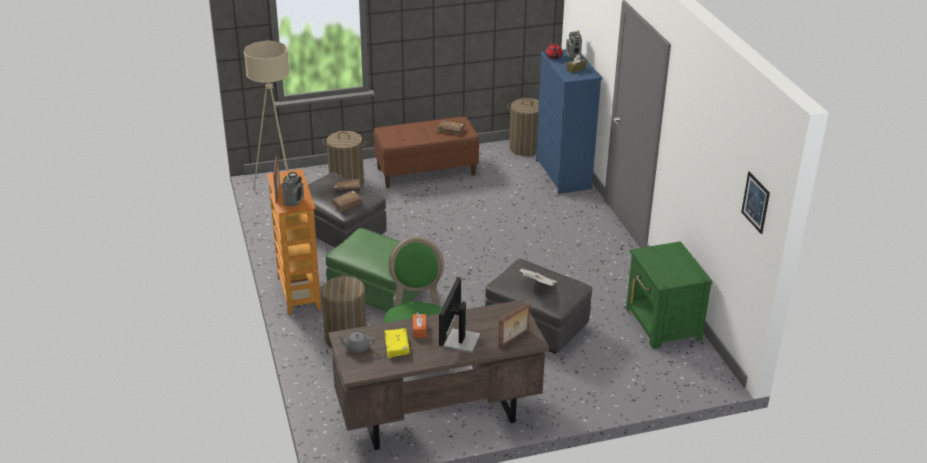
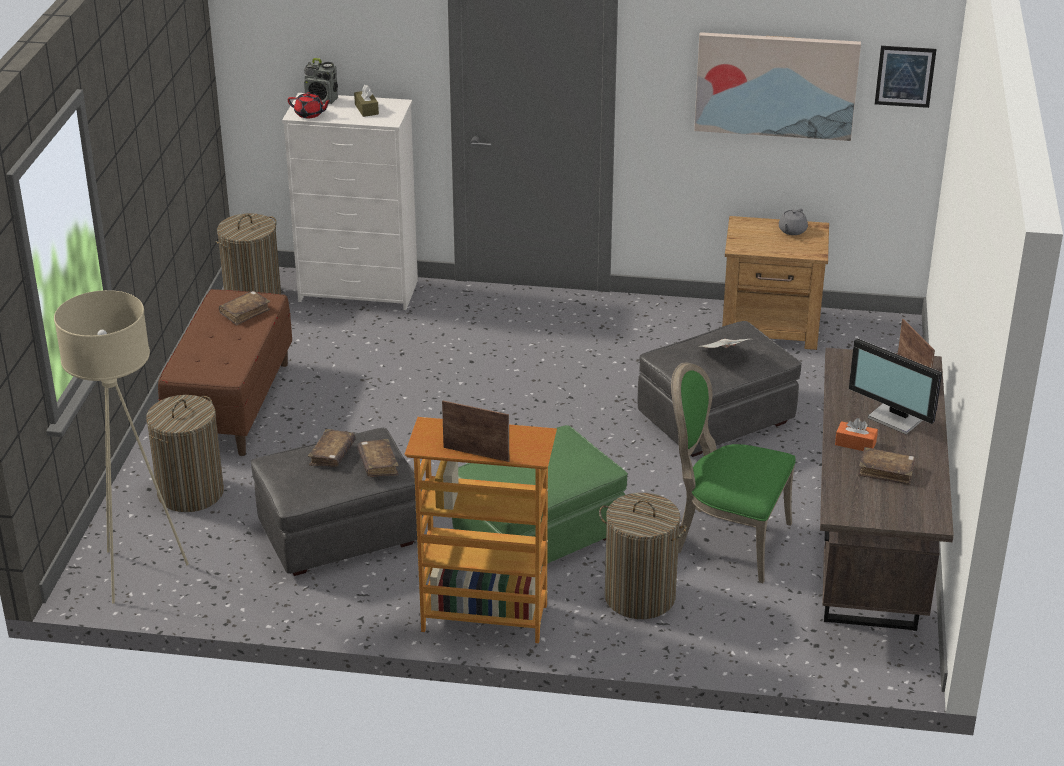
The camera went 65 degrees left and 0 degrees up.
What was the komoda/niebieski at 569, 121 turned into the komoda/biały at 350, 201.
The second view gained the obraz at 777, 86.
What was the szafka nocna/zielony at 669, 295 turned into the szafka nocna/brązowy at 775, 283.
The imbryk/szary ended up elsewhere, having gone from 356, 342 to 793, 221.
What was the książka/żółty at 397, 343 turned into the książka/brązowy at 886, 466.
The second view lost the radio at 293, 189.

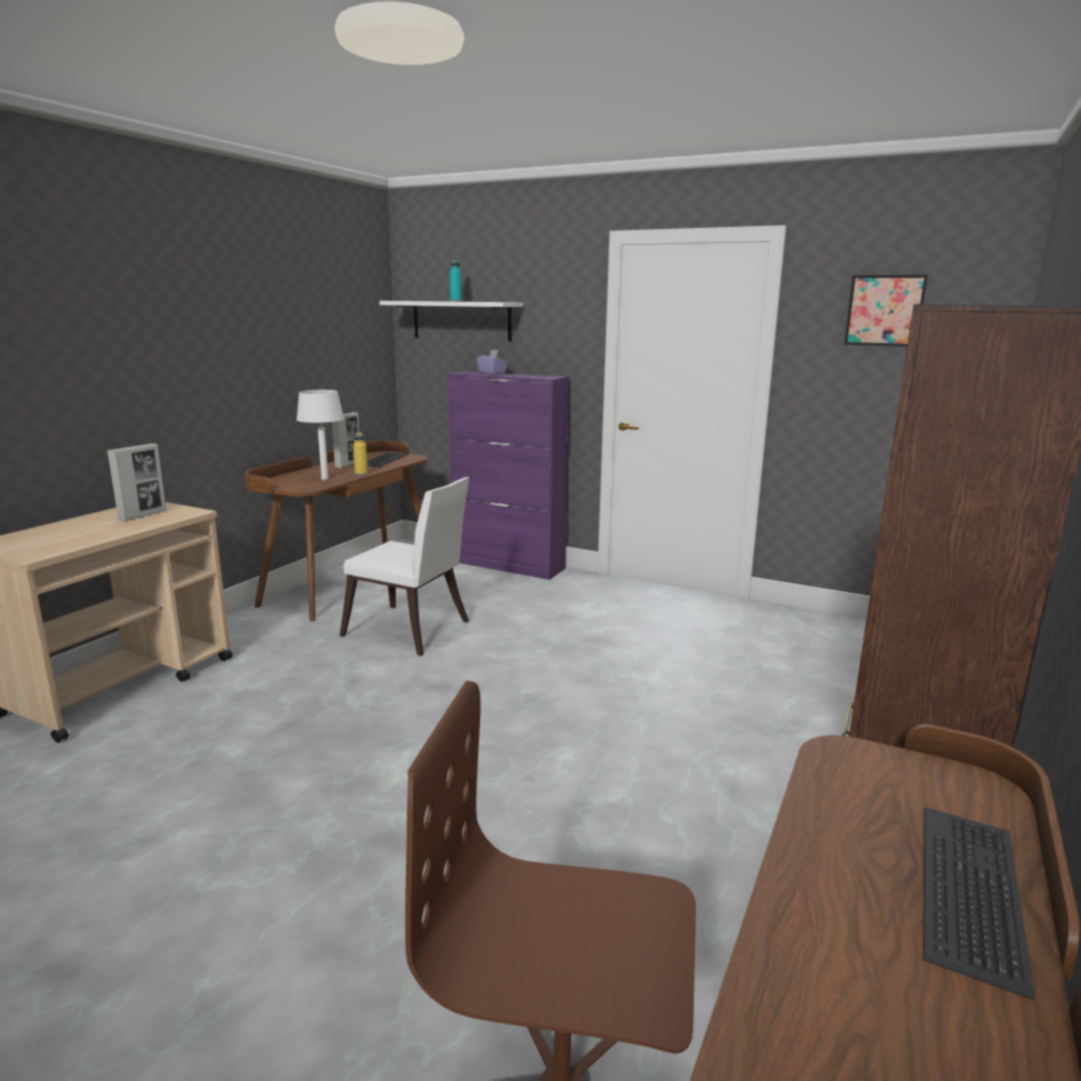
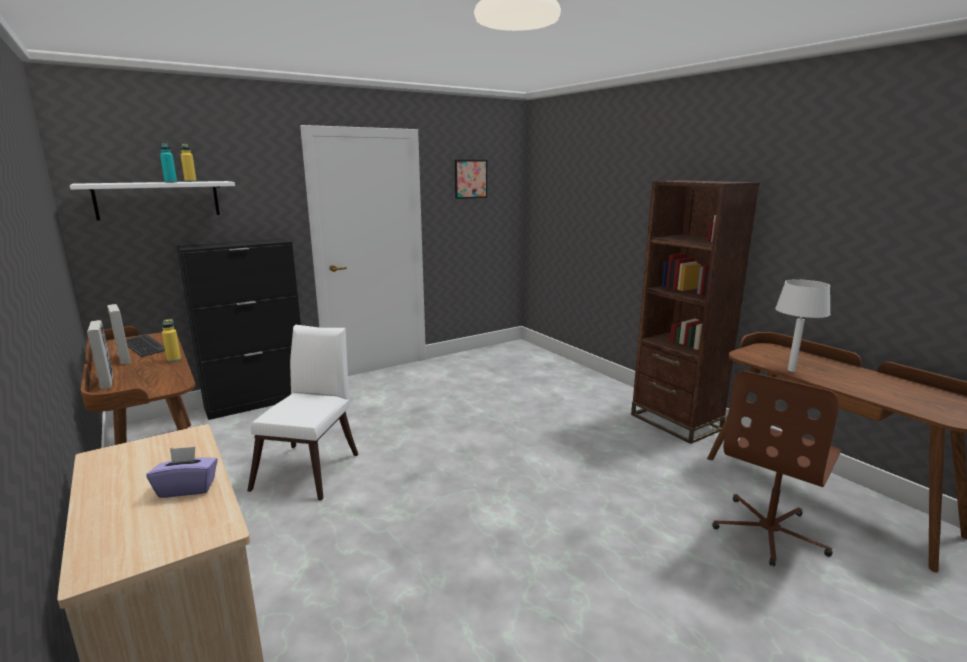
The camera went 60 degrees left and 0 degrees up.
The ramka na zdjęcie ended up elsewhere, having gone from 136, 482 to 100, 354.
The pudełko chusteczek/fioletowy ended up elsewhere, having gone from 492, 362 to 182, 472.
What was the szafka/fioletowy at 508, 475 turned into the szafka/czarny at 239, 329.
The second view gained the butelka/żółty at 189, 163.
The krzesło/biały at 404, 566 ended up facing another way, 45 degrees counterclockwise from before.
The lampa stołowa/biały ended up elsewhere, having gone from 320, 435 to 803, 325.
The second view lost the klawiatura at 979, 903.

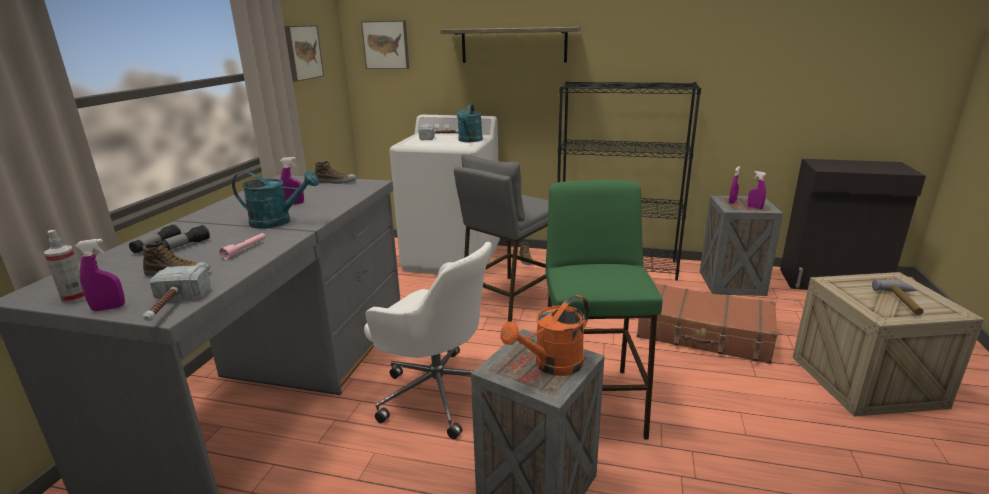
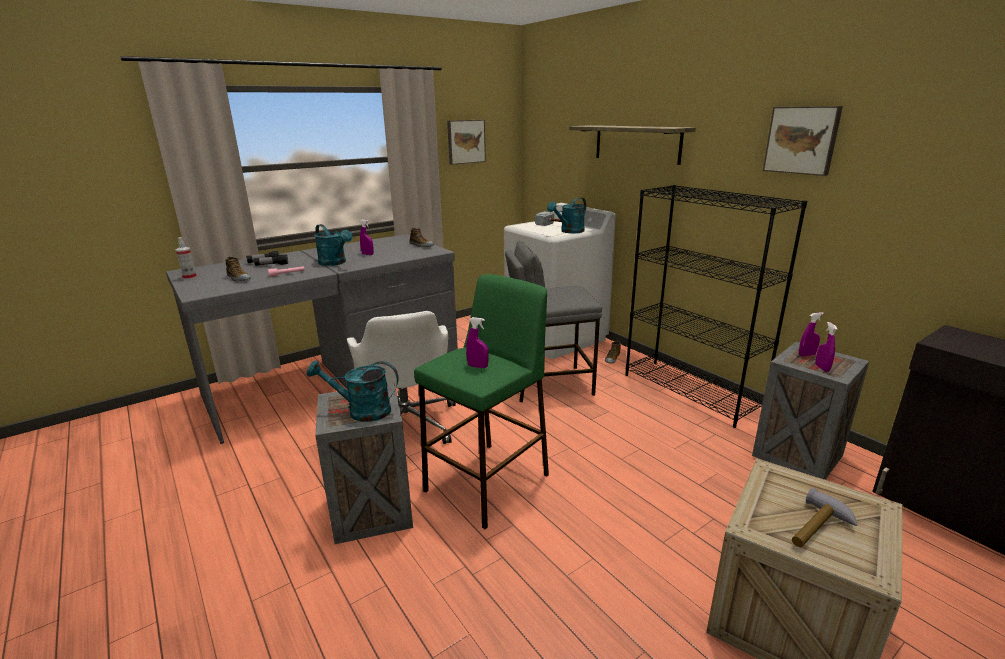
The camera went 40 degrees right and 0 degrees up.
What was the konewka/pomarańczowy at 544, 335 turned into the konewka/turkusowy at 352, 391.
The spryskiwacz/fioletowy ended up elsewhere, having gone from 100, 275 to 477, 342.
The obraz ended up elsewhere, having gone from 385, 44 to 803, 141.
The second view lost the młotek at 176, 293.
The second view lost the walizka/brązowy at 707, 323.

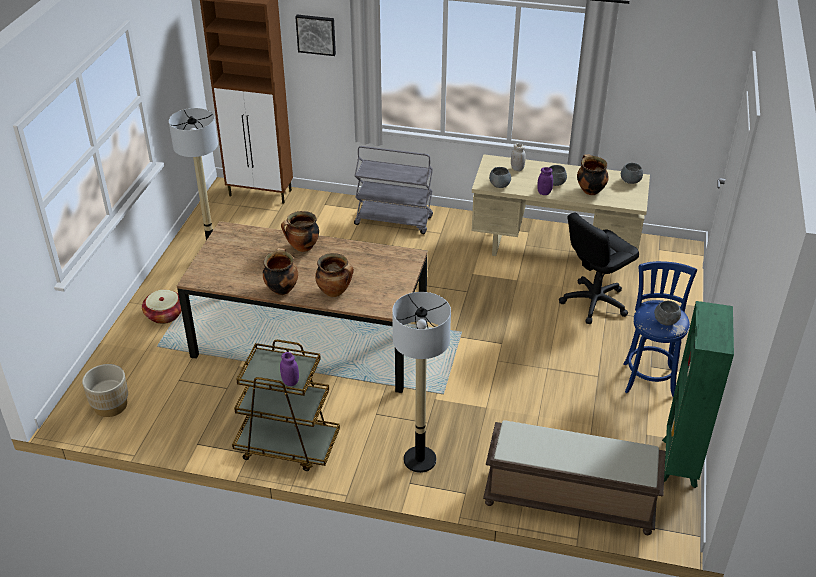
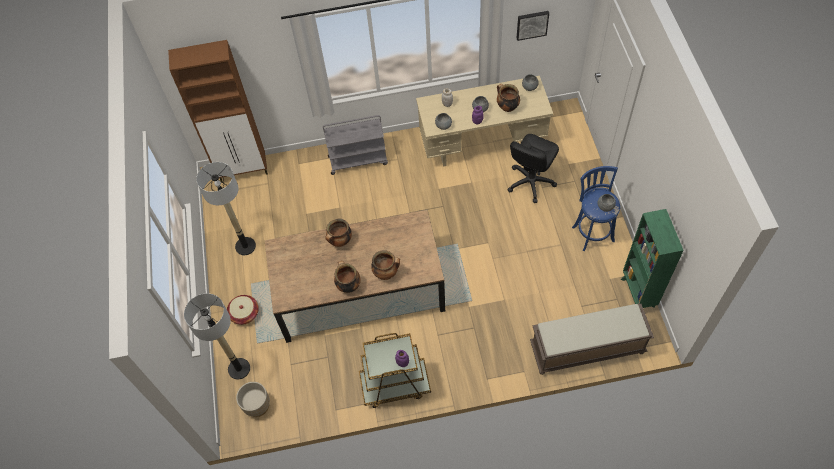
The camera went 20 degrees left and 20 degrees up.
The lampa stojąca ended up elsewhere, having gone from 421, 382 to 217, 336.
The obraz ended up elsewhere, having gone from 315, 35 to 533, 26.

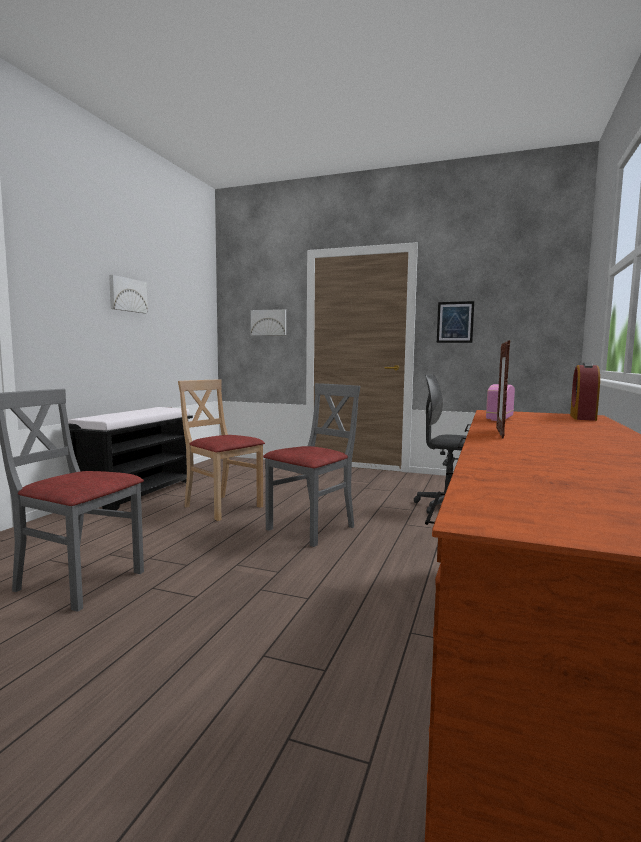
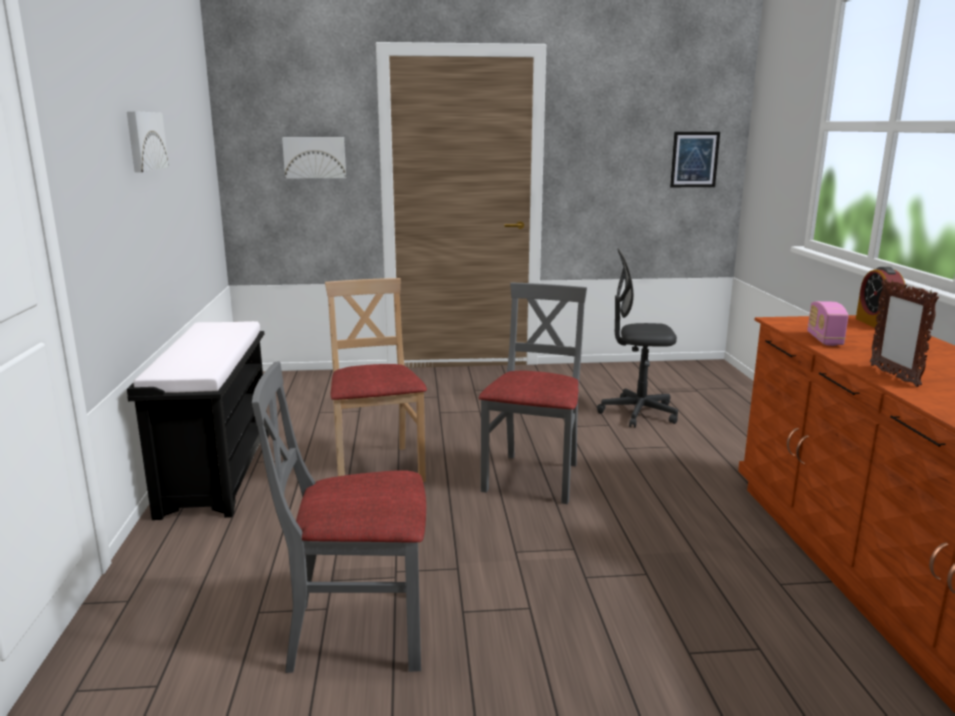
The camera went 25 degrees left and 10 degrees up.
The krzesło/beżowy at 221, 450 ended up facing another way, 60 degrees clockwise from before.
The obraz ended up elsewhere, having gone from 455, 322 to 695, 159.

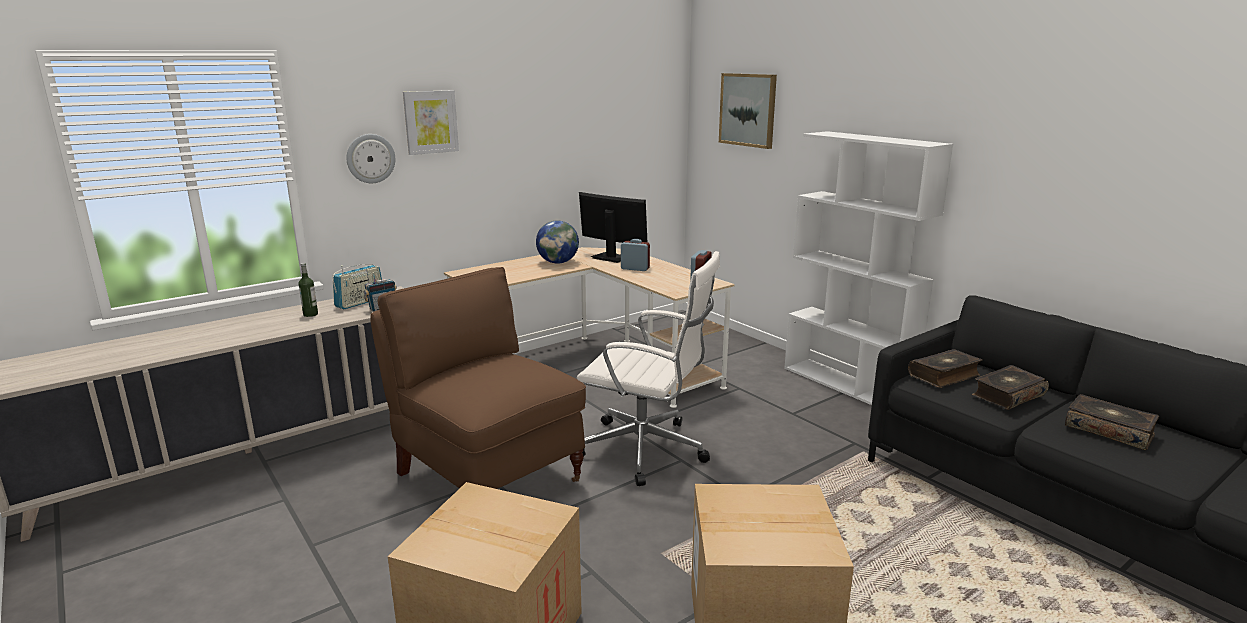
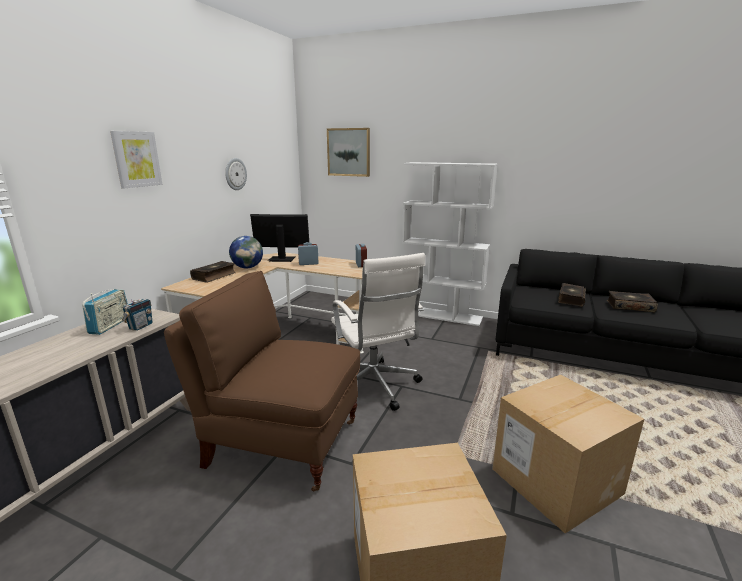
The camera went 30 degrees left and 0 degrees up.
The książka ended up elsewhere, having gone from 945, 368 to 213, 271.
The zegar ścienny ended up elsewhere, having gone from 370, 158 to 236, 174.
The krzesło biurowe/biały at 648, 368 ended up facing another way, 75 degrees clockwise from before.
The second view lost the butelka at 308, 290.

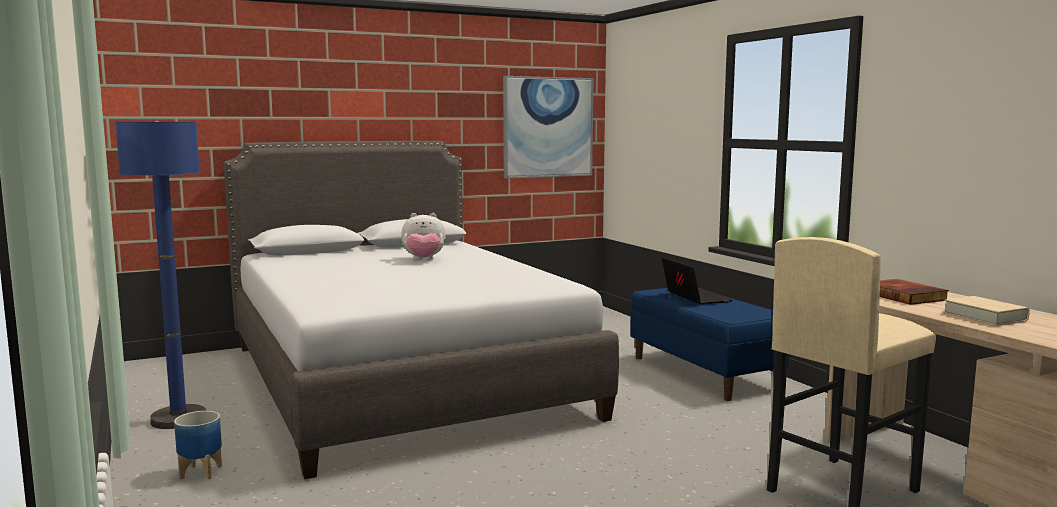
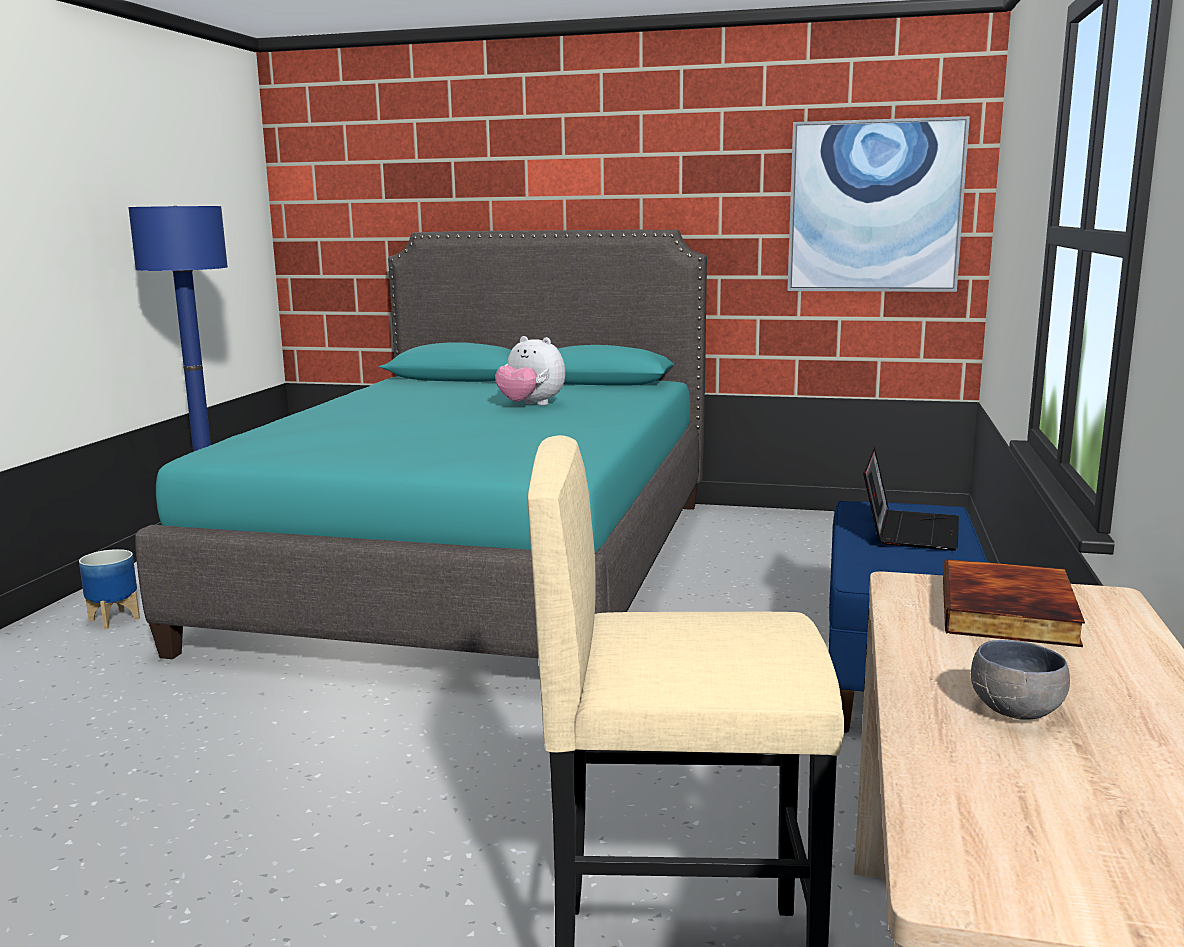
The camera went 40 degrees right and 5 degrees up.
What was the łóżko/szary at 421, 310 turned into the łóżko/turkusowy at 421, 444.
Where the książka/beżowy stood at 987, 311, the miska/szary came to stand at 1020, 680.

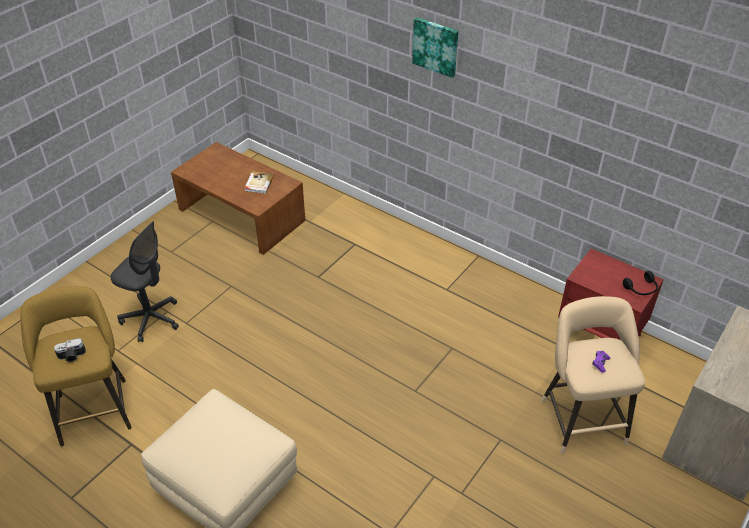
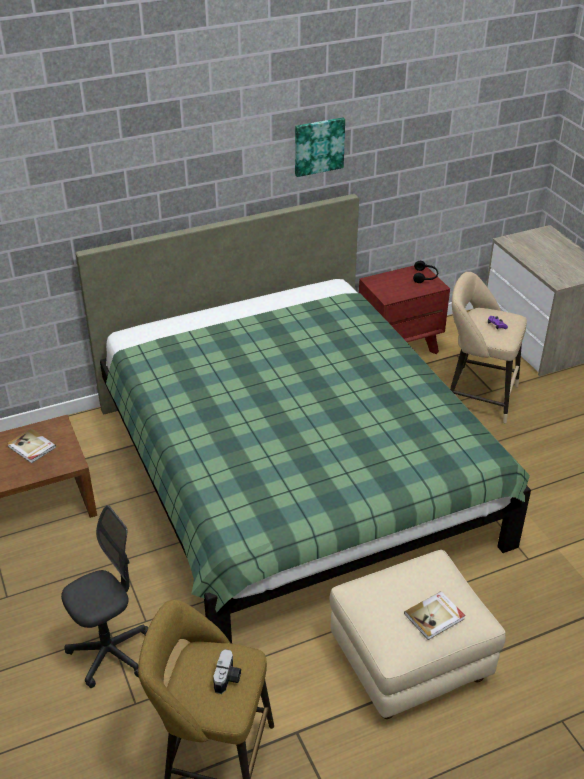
The camera went 60 degrees left and 5 degrees down.
The second view gained the łóżko/zielony at 303, 419.
The obraz ended up elsewhere, having gone from 435, 47 to 320, 147.
The second view gained the książka at 434, 615.

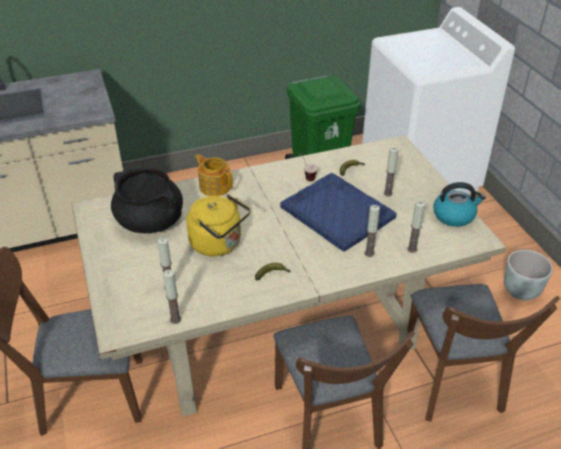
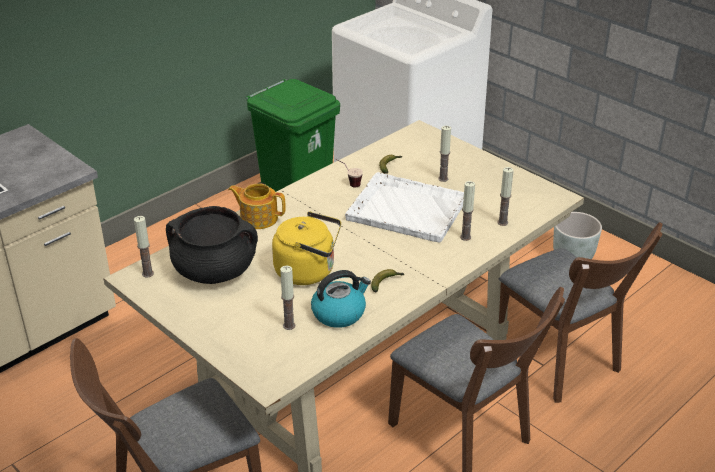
The camera went 25 degrees left and 5 degrees down.
The świeca ended up elsewhere, having gone from 172, 296 to 144, 247.
The czajnik ended up elsewhere, having gone from 459, 204 to 341, 299.
What was the taca/niebieski at 338, 212 turned into the taca/biały at 404, 207.

